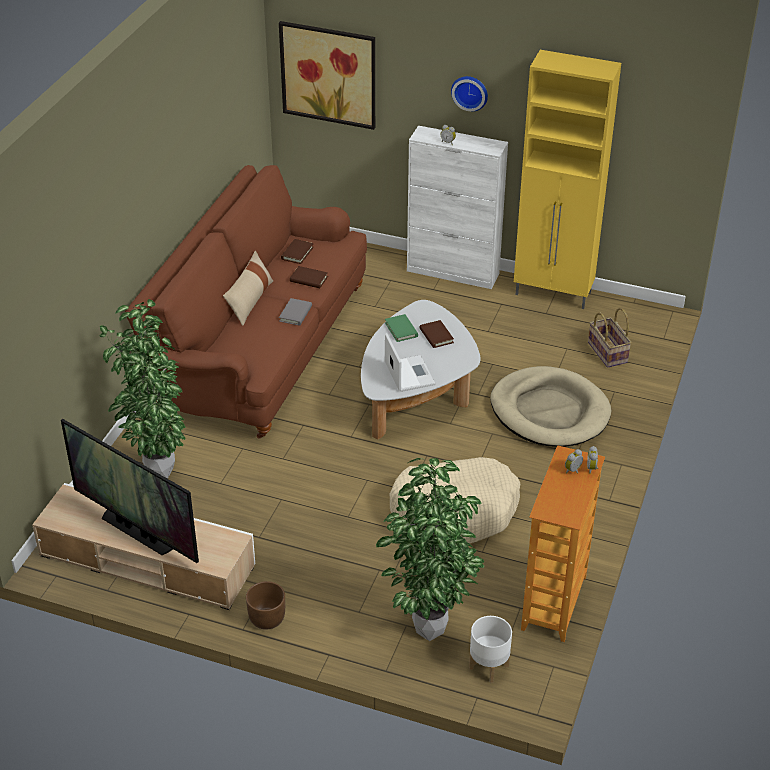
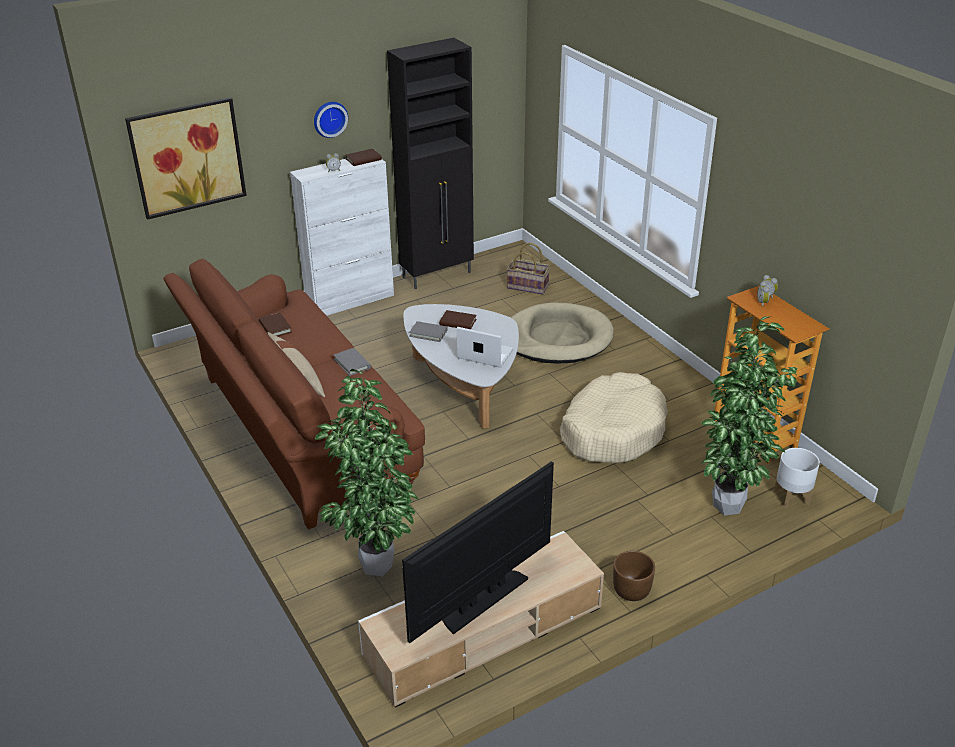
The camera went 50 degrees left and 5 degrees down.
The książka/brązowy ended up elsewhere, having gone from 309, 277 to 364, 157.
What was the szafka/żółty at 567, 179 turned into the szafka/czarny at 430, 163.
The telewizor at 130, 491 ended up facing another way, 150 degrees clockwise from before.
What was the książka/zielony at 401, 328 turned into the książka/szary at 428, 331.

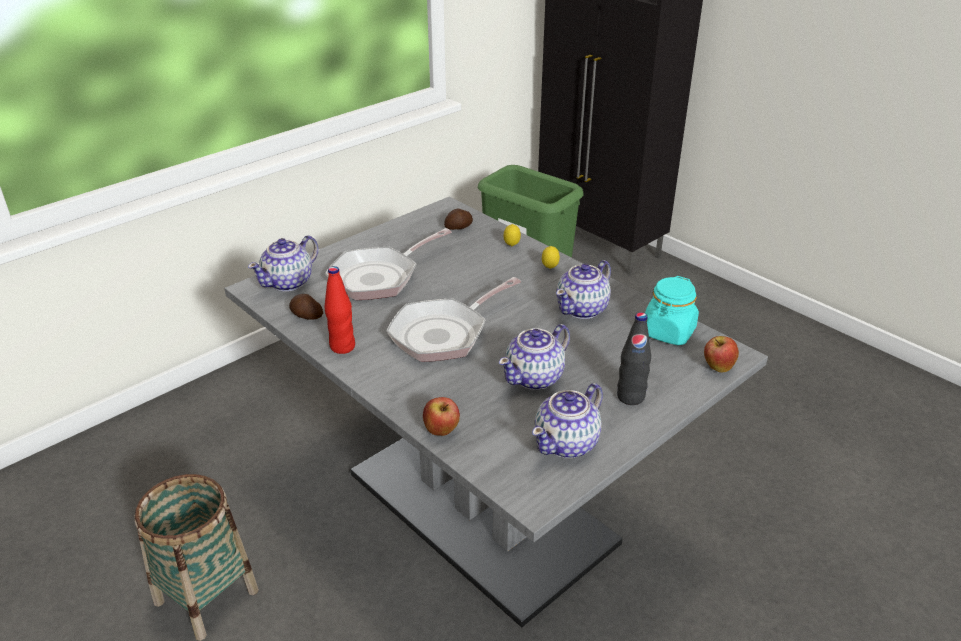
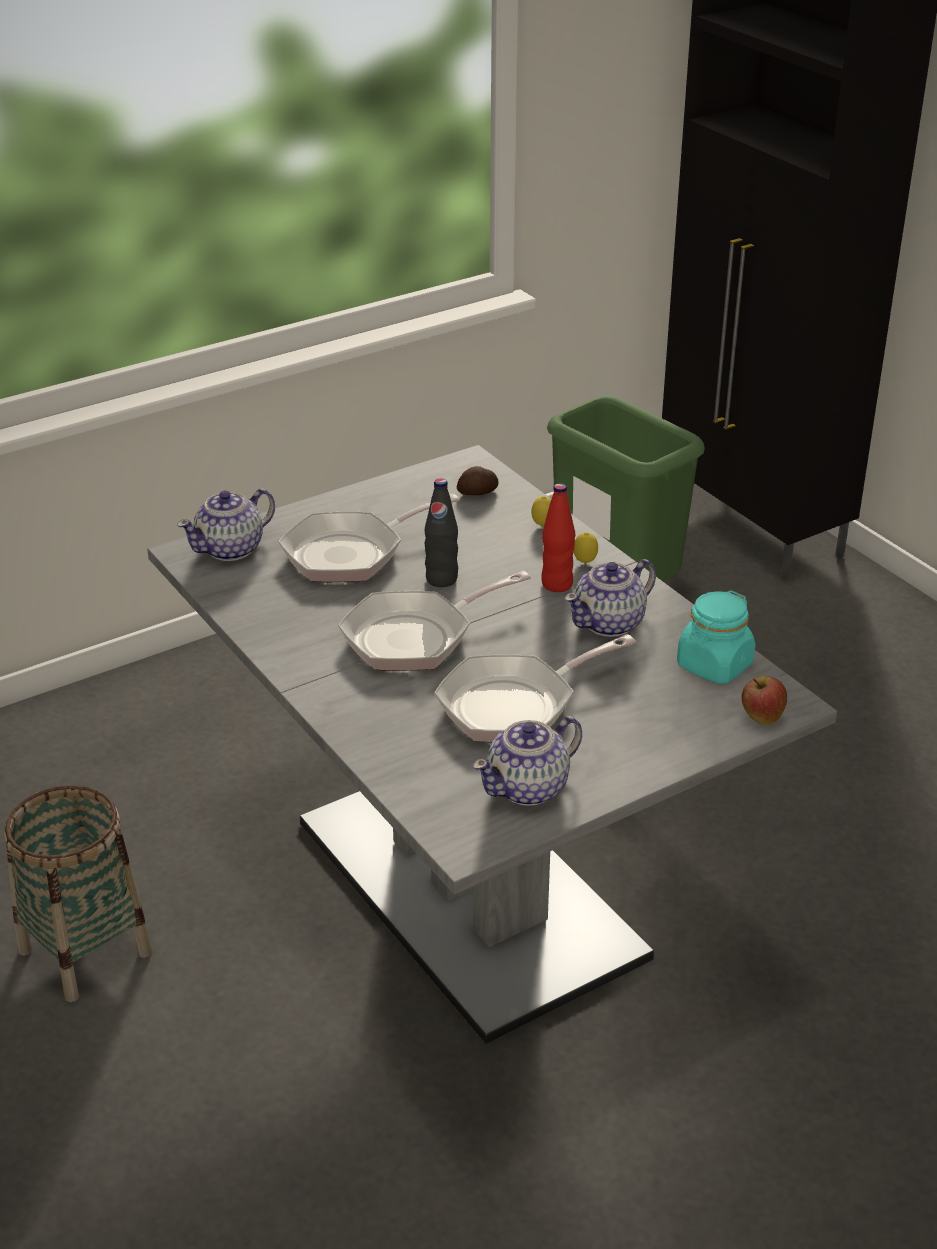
The camera went 10 degrees right and 0 degrees up.
The butelka/czarny ended up elsewhere, having gone from 634, 358 to 441, 532.
Where the imbryk stood at 534, 357, the patelnia came to stand at 535, 688.
The butelka/czerwony ended up elsewhere, having gone from 340, 310 to 558, 537.
The second view lost the ziemniak at 306, 307.
The second view lost the jabłko at 441, 416.

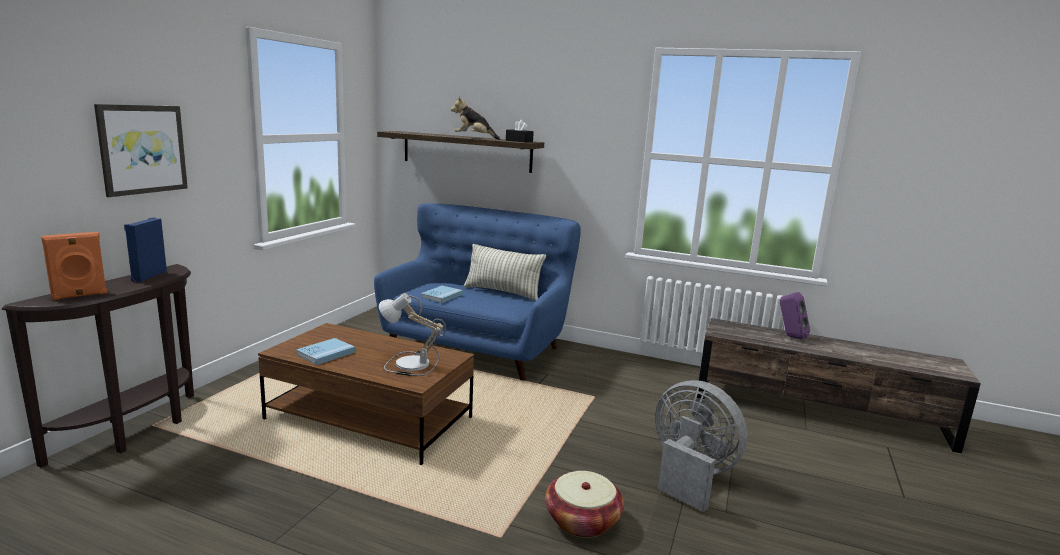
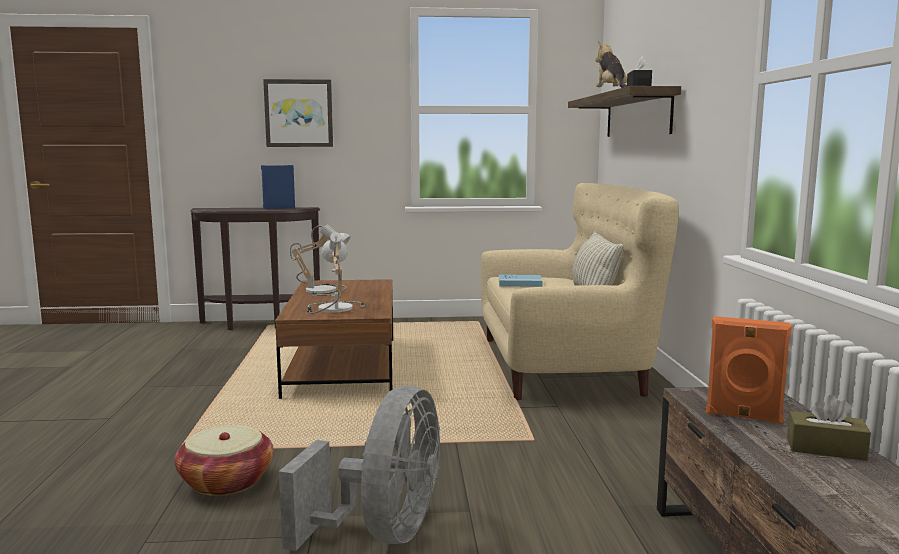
The camera went 65 degrees right and 5 degrees down.
Where the książka/niebieski stood at 325, 351, the lampa stołowa came to stand at 320, 260.
What was the kanapa/niebieski at 477, 292 turned into the kanapa/beżowy at 580, 291.
The głośnik/pomarańczowy ended up elsewhere, having gone from 74, 266 to 749, 370.
Where the głośnik/fioletowy stood at 795, 315, the pudełko chusteczek/brązowy came to stand at 829, 428.

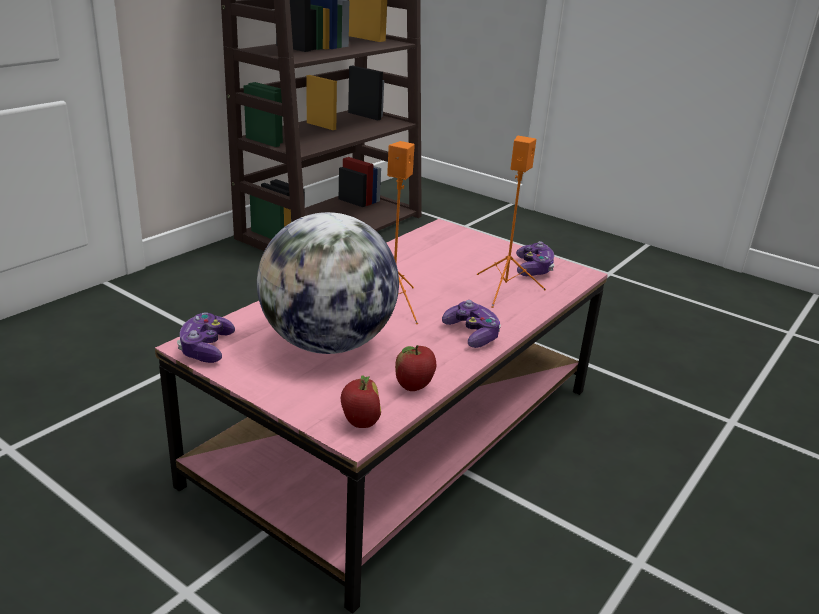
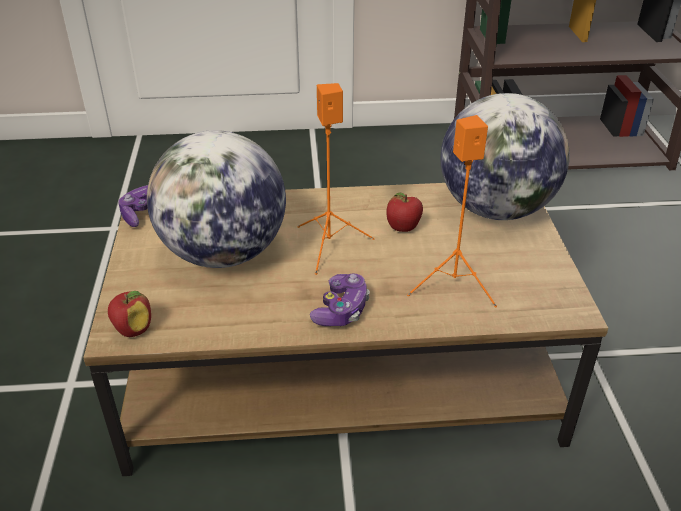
The camera went 50 degrees right and 10 degrees up.
What was the ława/różowy at 381, 416 turned into the ława/brązowy at 345, 329.
The jabłko ended up elsewhere, having gone from 415, 368 to 404, 212.
The second view gained the globus at 505, 156.
The second view lost the pad do gier at 535, 258.

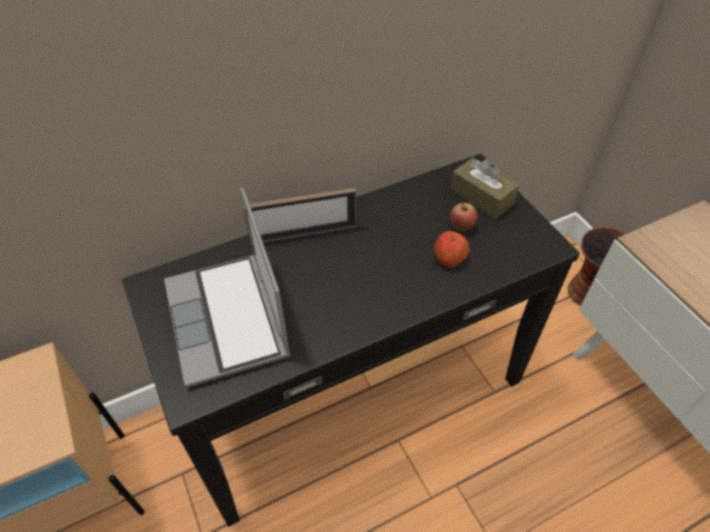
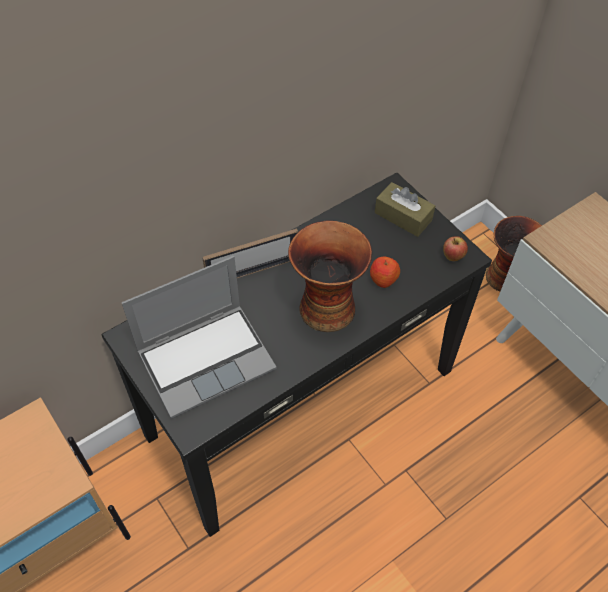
The camera went 10 degrees left and 5 degrees up.
The laptop at 227, 288 ended up facing another way, 90 degrees counterclockwise from before.
The second view gained the wazon at 330, 276.
The jabłko ended up elsewhere, having gone from 464, 217 to 455, 248.

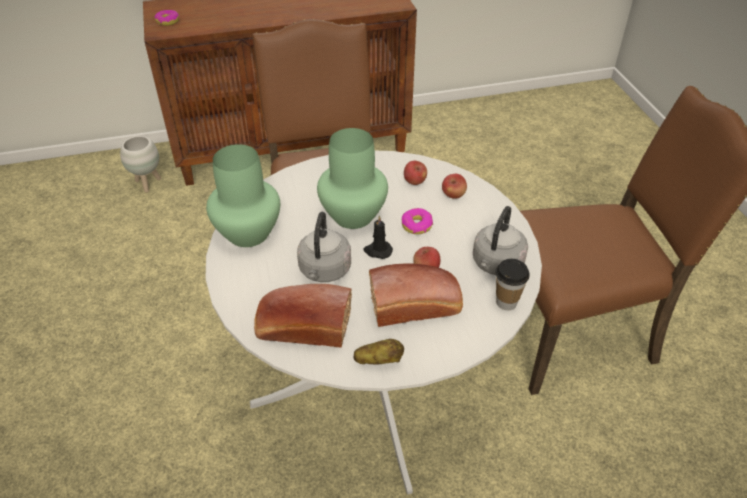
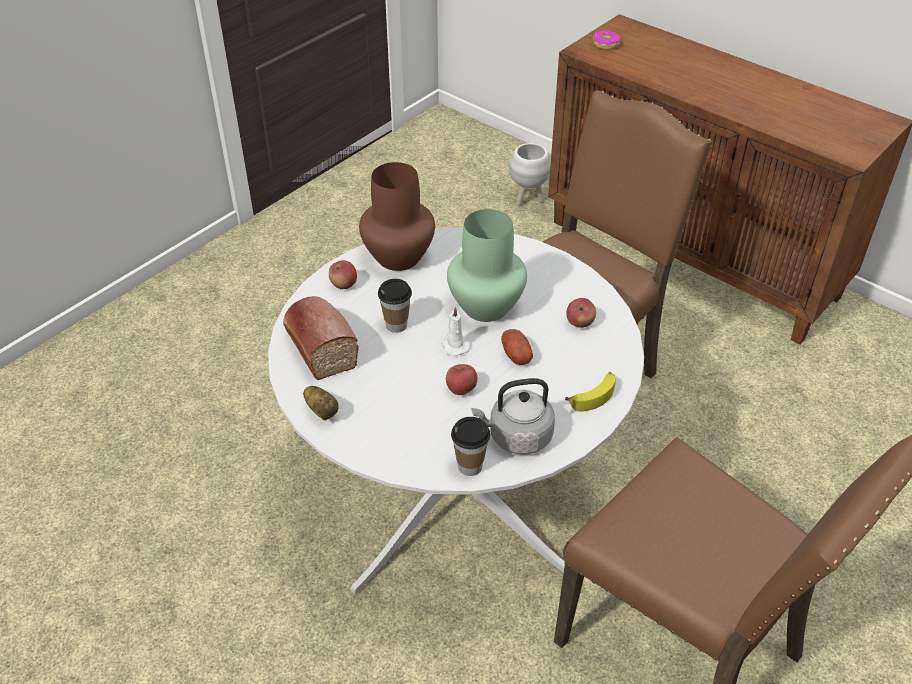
The camera went 55 degrees right and 0 degrees up.
The jabłko ended up elsewhere, having gone from 454, 186 to 343, 274.
What was the wazon/zielony at 243, 195 turned into the wazon/brązowy at 397, 216.
Where the czajnik/szary stood at 324, 247, the filiżanka came to stand at 395, 306.
What was the świeca/czarny at 378, 237 turned into the świeca/biały at 455, 331.
Where the donut stood at 417, 221, the ziemniak came to stand at 517, 347.
The second view gained the banan at 590, 391.
The second view lost the chleb at 416, 295.

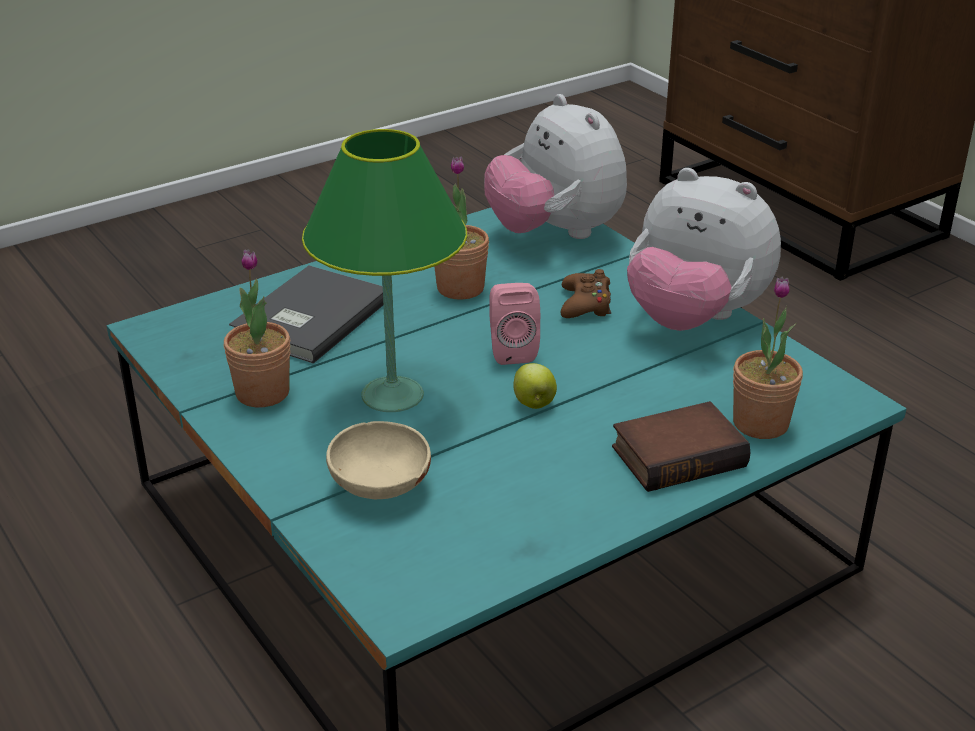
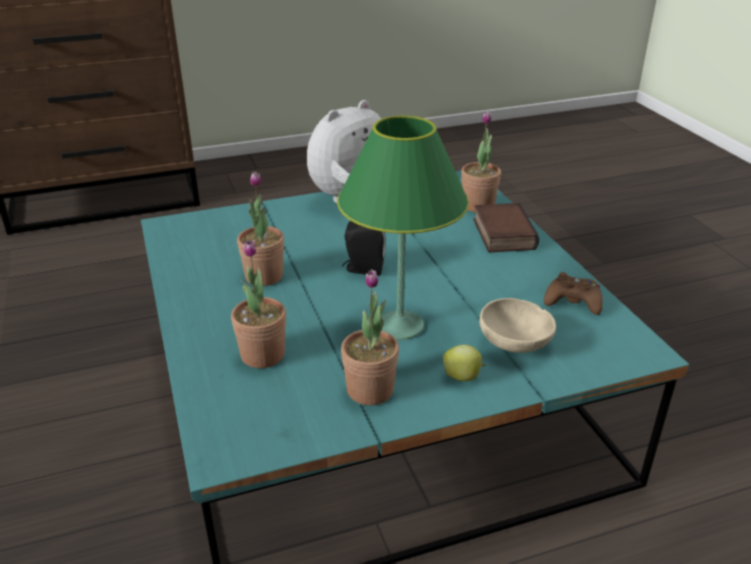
The camera went 75 degrees left and 0 degrees up.
Where the książka/szary stood at 306, 315, the roślina doniczkowa came to stand at 258, 304.
What was the głośnik/różowy at 514, 324 turned into the głośnik/czarny at 364, 248.
The jabłko ended up elsewhere, having gone from 535, 386 to 464, 363.
The pad do gier/brązowy ended up elsewhere, having gone from 586, 293 to 573, 293.
The second view lost the pluszak at 555, 166.

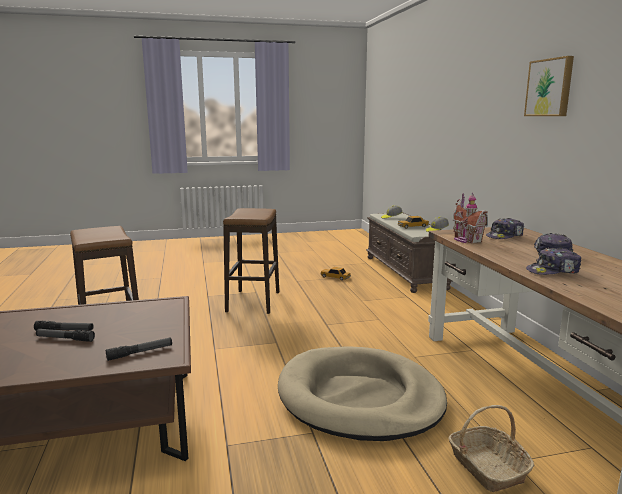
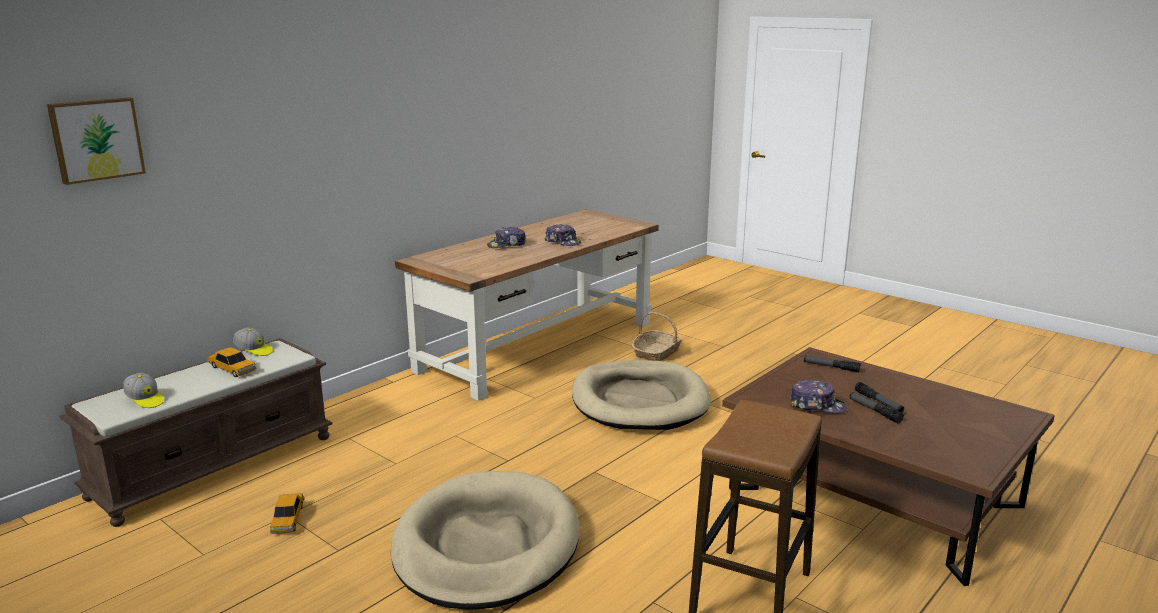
The camera went 125 degrees left and 5 degrees up.
The obraz ended up elsewhere, having gone from 549, 86 to 96, 141.
Where the stołek stood at 251, 261, the legowisko/beżowy came to stand at 485, 540.
The czapka z daszkiem ended up elsewhere, having gone from 505, 228 to 818, 397.
The second view lost the domek at 470, 218.

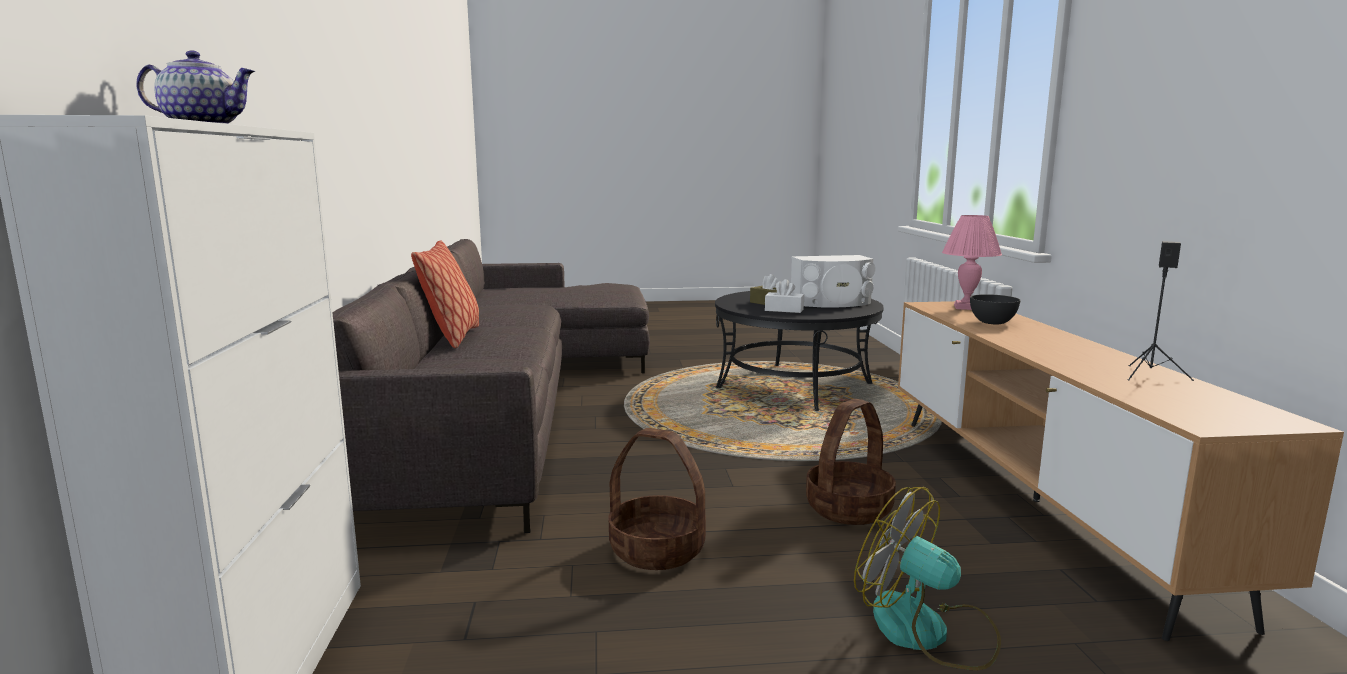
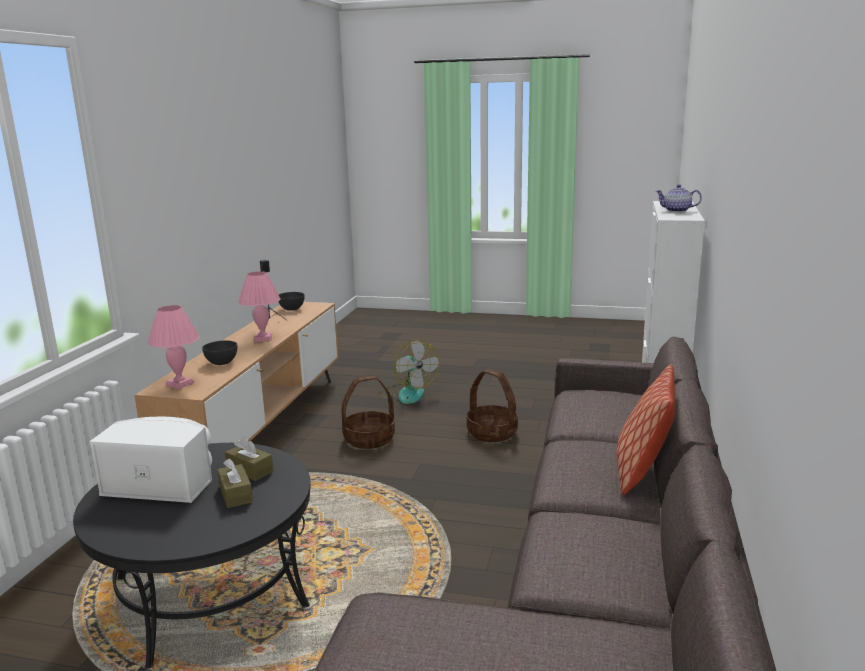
The camera went 160 degrees left and 5 degrees up.
What was the pudełko chusteczek/biały at 784, 296 turned into the pudełko chusteczek/brązowy at 249, 459.
The second view gained the lampa stołowa/różowy at 259, 306.
The second view gained the miska/szary at 291, 301.

